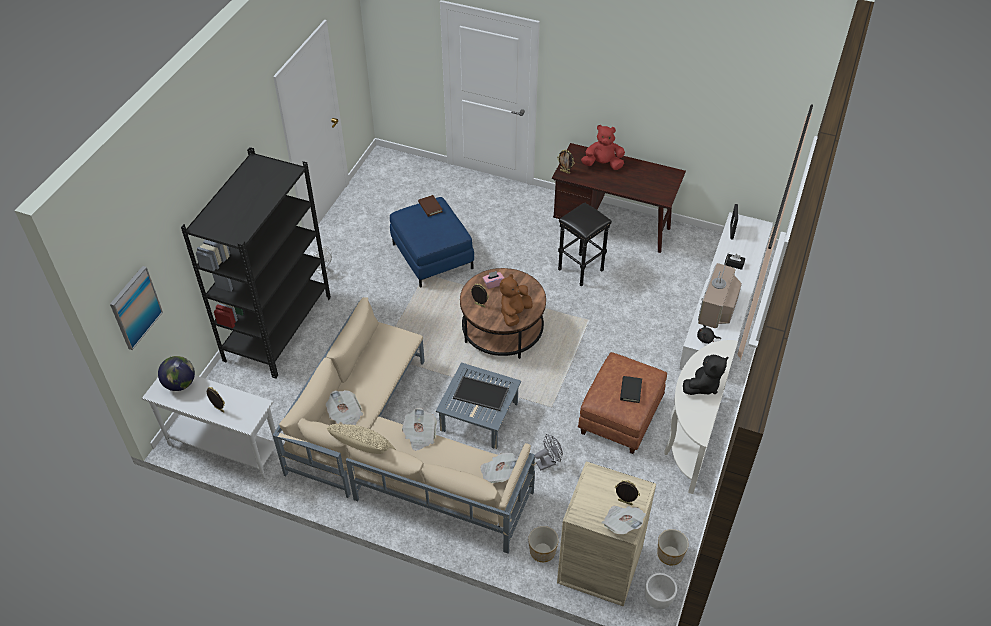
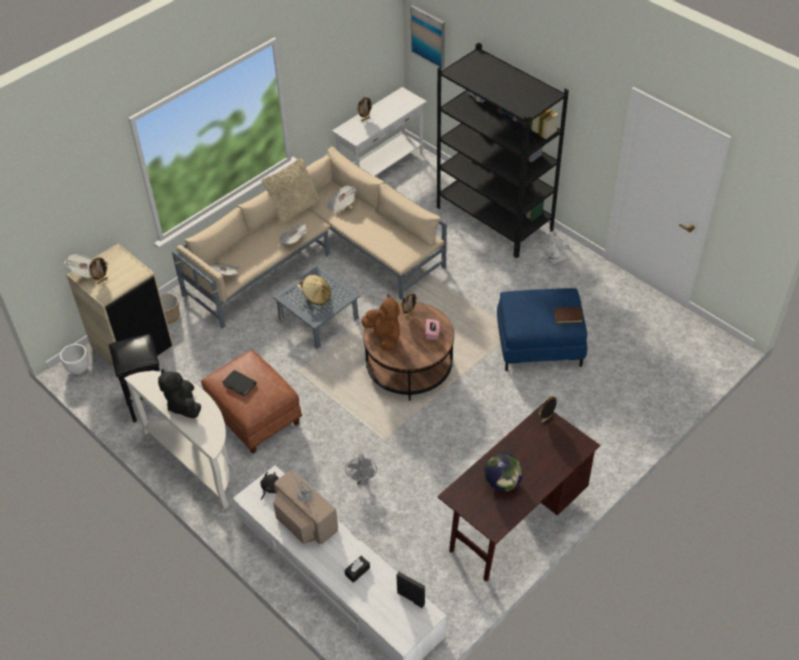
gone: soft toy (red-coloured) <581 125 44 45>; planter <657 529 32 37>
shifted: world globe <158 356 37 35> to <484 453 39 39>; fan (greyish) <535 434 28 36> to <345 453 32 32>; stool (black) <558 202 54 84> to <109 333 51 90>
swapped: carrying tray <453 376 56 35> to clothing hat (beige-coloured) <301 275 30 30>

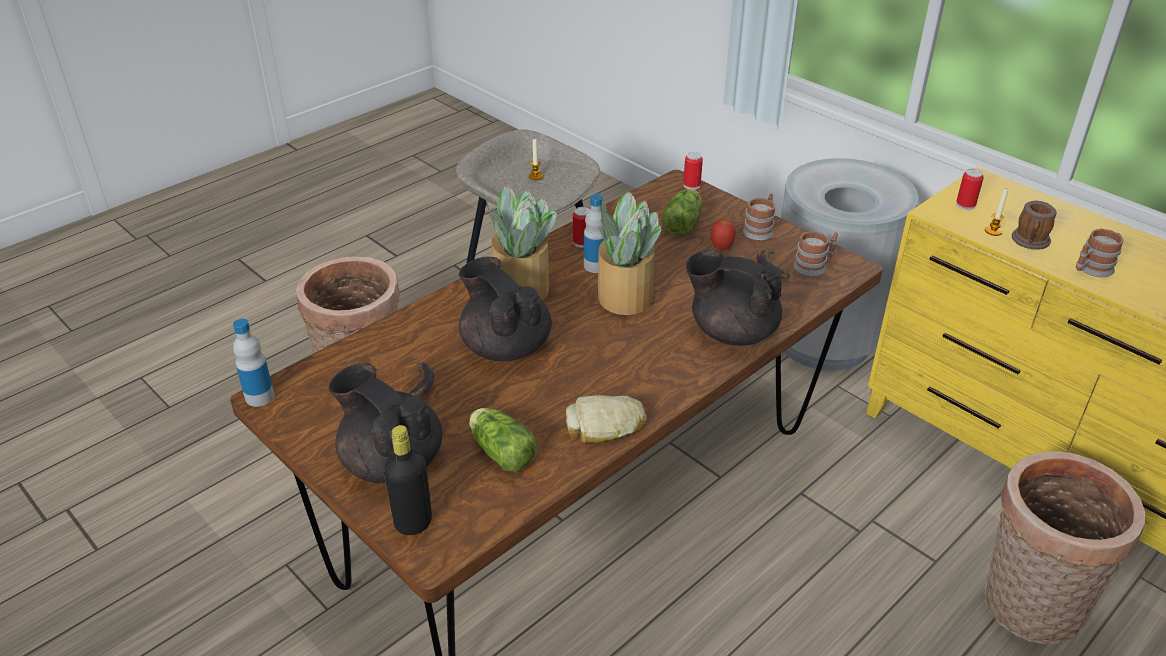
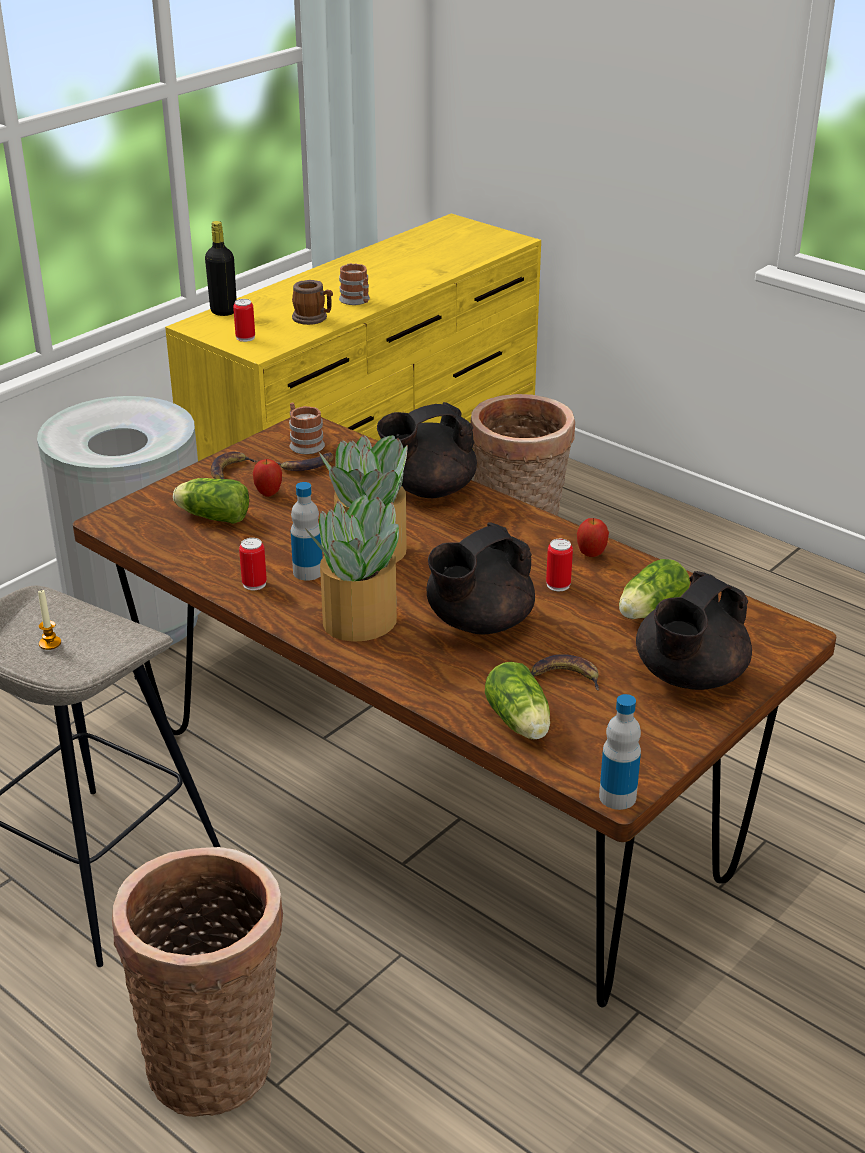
gone: candle <985 187 23 49>
new: head of lettuce <485 662 65 78>
shifted: beverage bottle (black) <384 425 48 110> to <205 221 32 95>; can <683 152 20 38> to <546 539 27 52>
swapped: bakery bread <566 395 81 48> to apple <577 518 32 39>; tea mug <743 193 33 48> to whole banana <211 451 46 28>
rotated: teapot (black) <686 250 96 96> = <377 402 100 96> 45 degrees clockwise

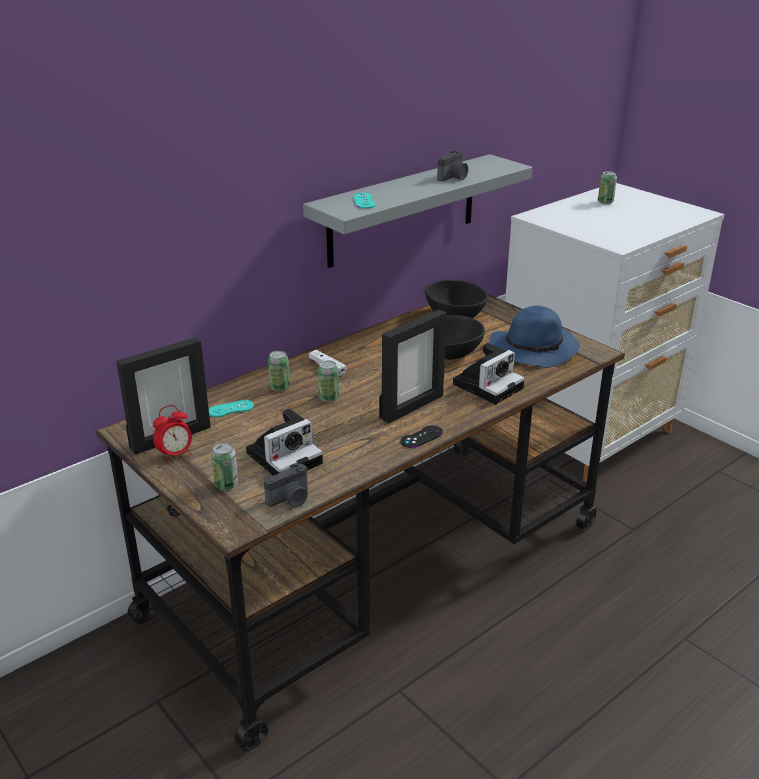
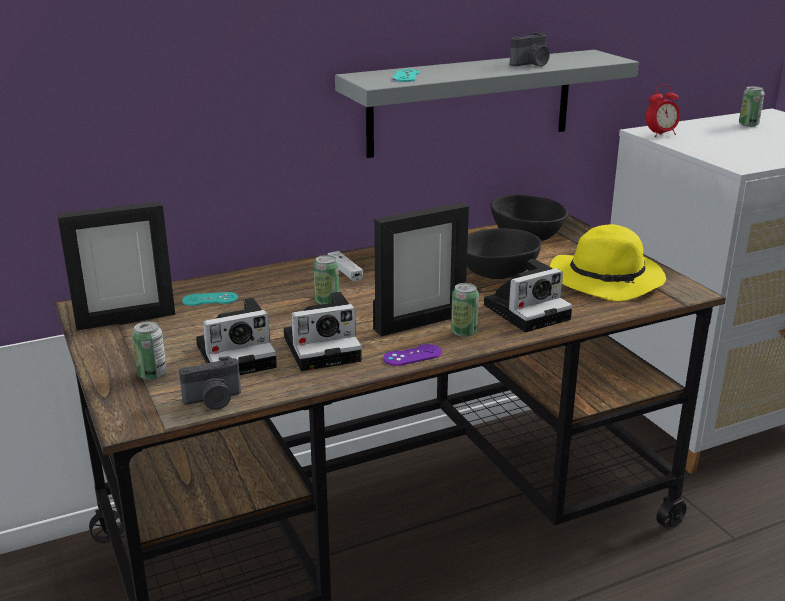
new: still camera <284 292 78 79>
shifted: bedside clock <153 405 39 57> to <646 85 34 52>; can <268 351 22 40> to <451 283 28 54>
repainted: joypad (black) <401 425 42 23> to joypad (purplish) <383 344 59 22>; clothing hat (bluish) <490 305 90 63> to clothing hat (yellow-coloured) <550 224 116 77>

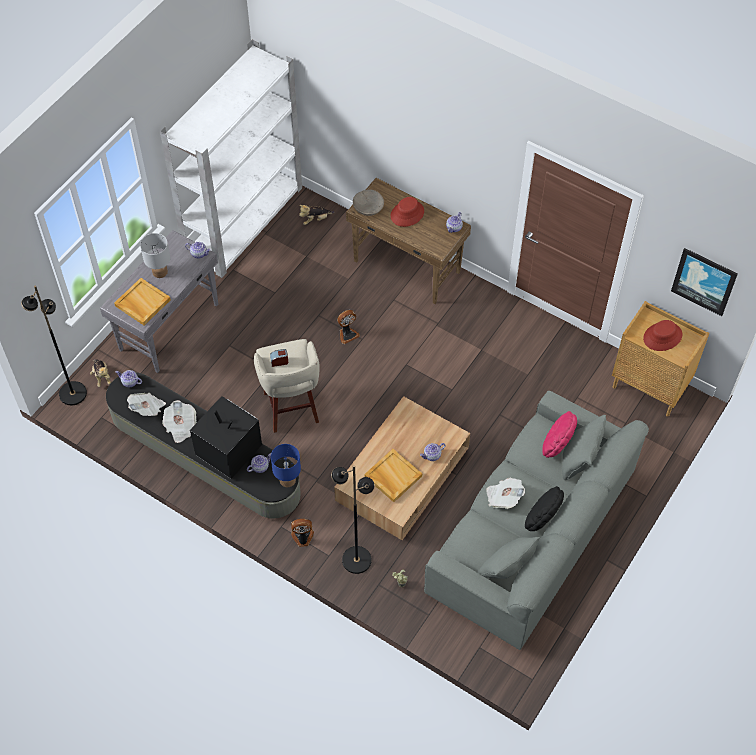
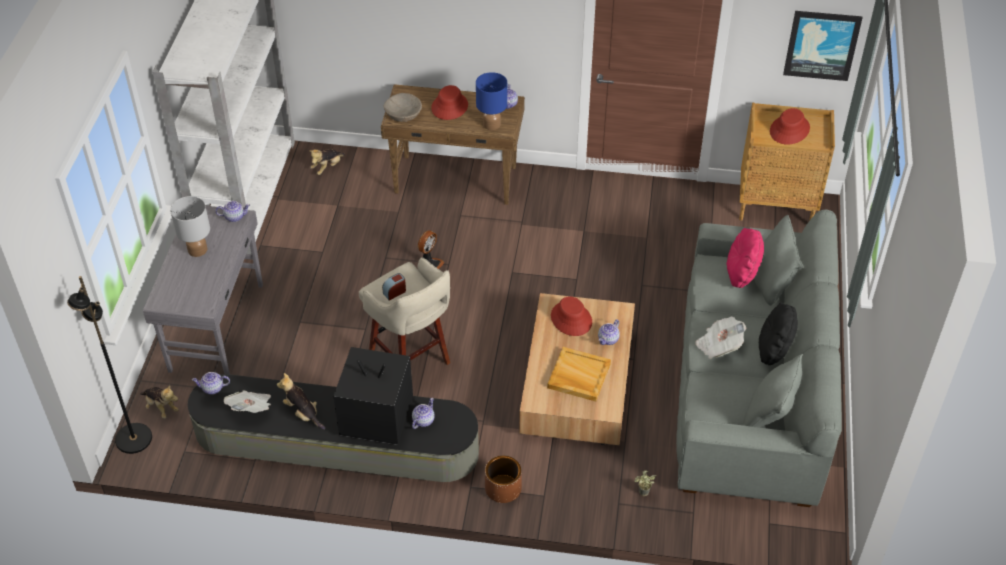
gone: carrying tray (beige-coloured) <114 278 57 47>; standard lamp (black) <331 465 43 109>
new: clothing hat (red-coloured) <551 296 41 40>
shifted: lamp for a table (bluish) <271 444 30 43> to <476 72 31 58>
swapped: daily paper <162 400 34 43> to soft toy <277 373 49 57>; fan <291 519 23 28> to planter (brownish) <485 455 37 48>

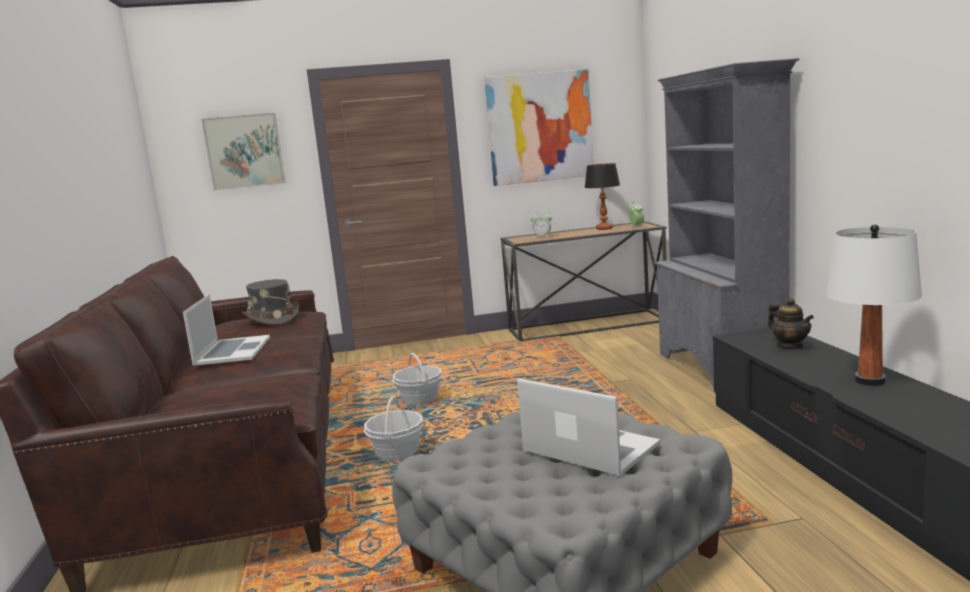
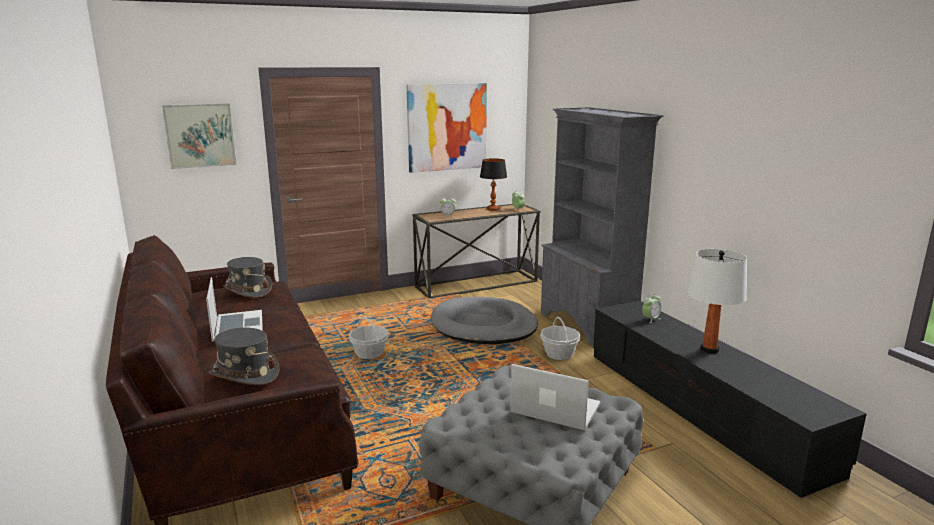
new: clothing hat (greyish) <209 328 70 57>; pet bed (greyish) <431 297 107 47>
shifted: household basket <364 396 59 65> to <540 317 40 43>
swapped: teapot <768 298 46 51> to bedside clock <642 293 19 30>

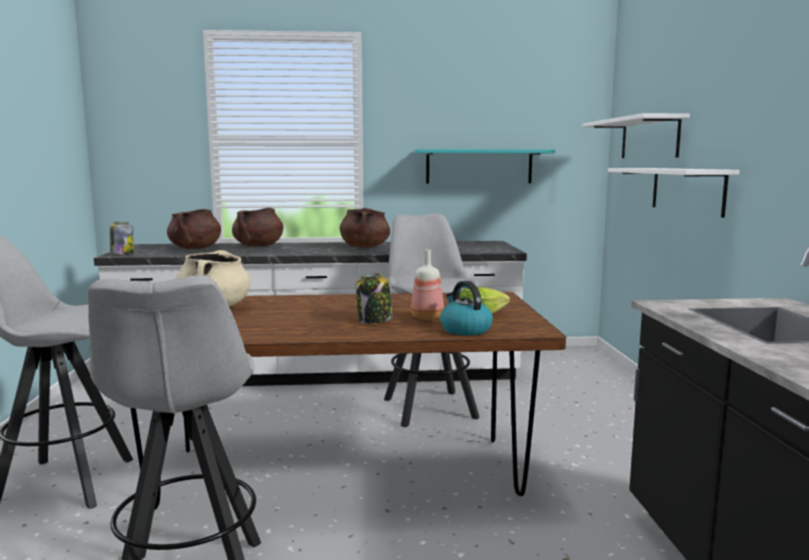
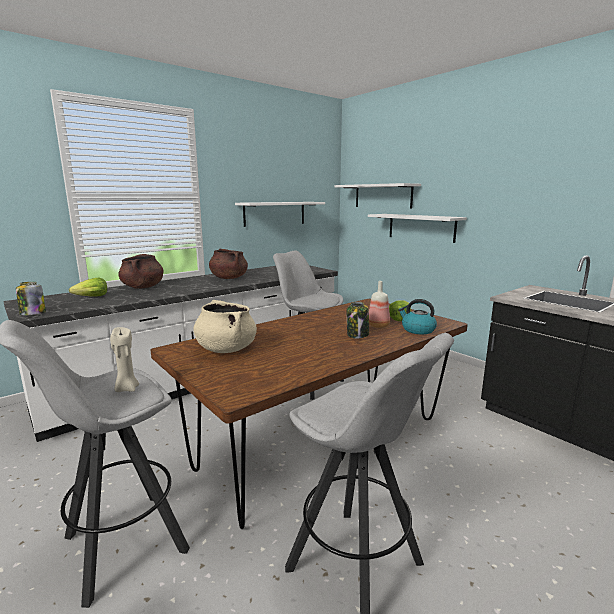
new: candle (beige-coloured) <110 327 29 65>
swapped: cooking pot (brownish) <167 209 54 40> to head of lettuce <69 277 38 19>
repainted: wall shelf (turquoise) <414 149 142 35> to wall shelf (white-coloured) <235 202 90 25>

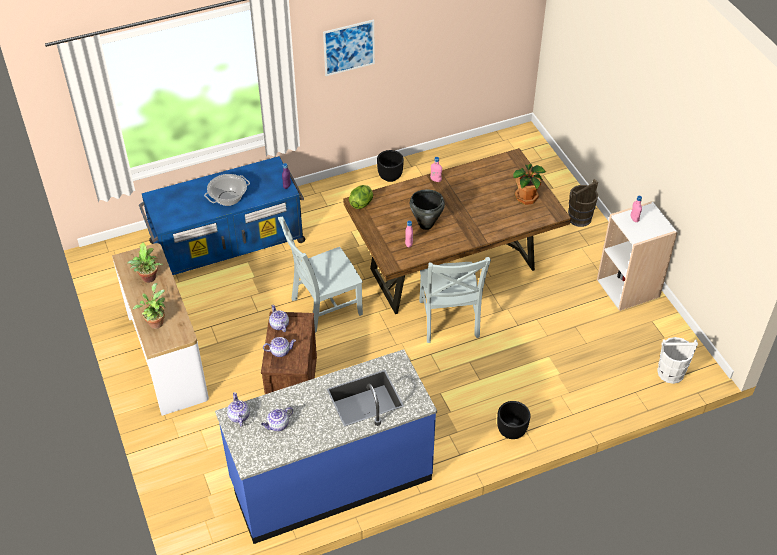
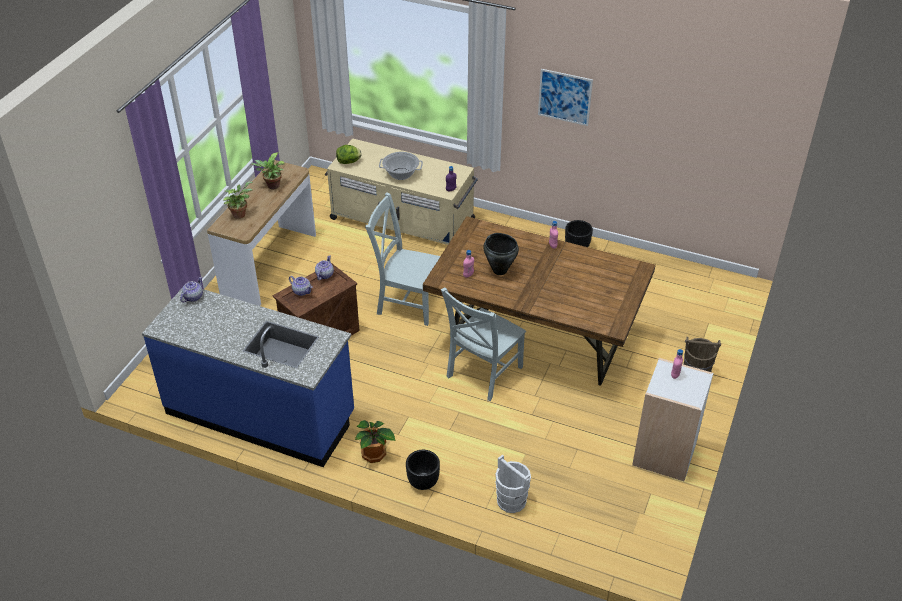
gone: teapot <261 407 32 24>
shifted: head of lettuce <349 185 24 24> to <336 145 26 19>; plant in a pot <513 164 33 41> to <355 420 41 43>; pail (white-coloured) <657 337 41 47> to <495 454 36 59>
repainted: cupboard (bluish) <139 156 166 119> to cupboard (beige-coloured) <325 138 152 107>

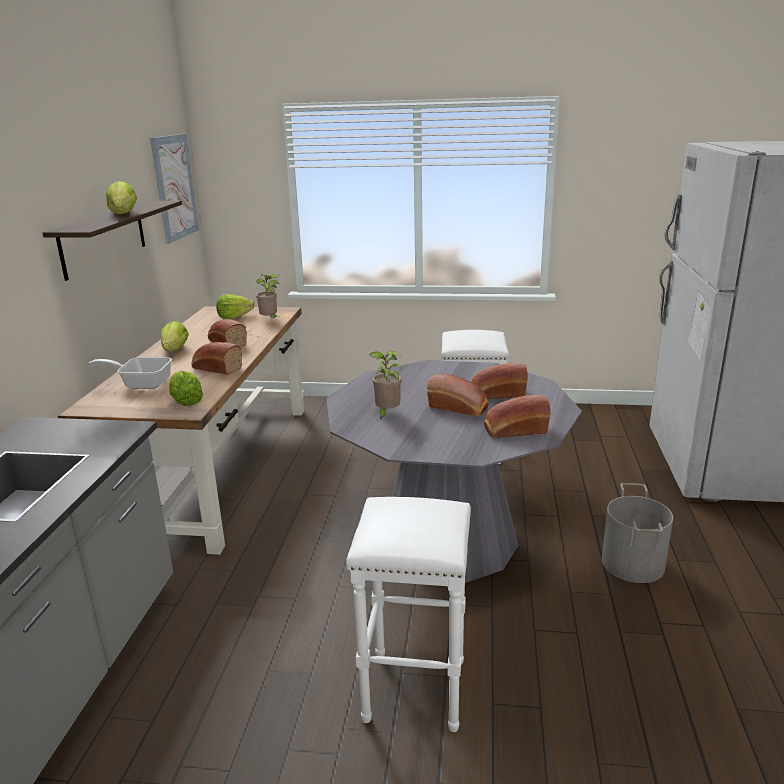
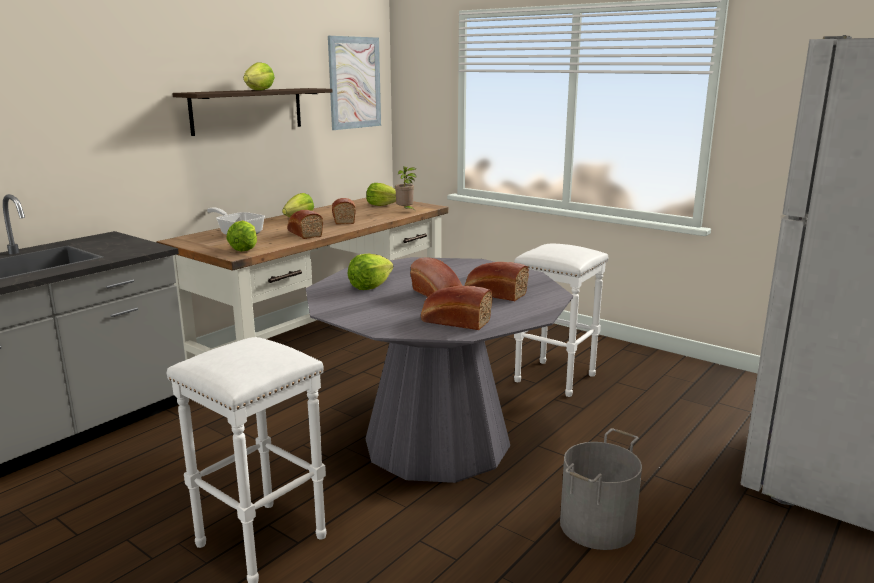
swapped: plant in a pot <369 351 33 69> to head of lettuce <348 254 45 36>

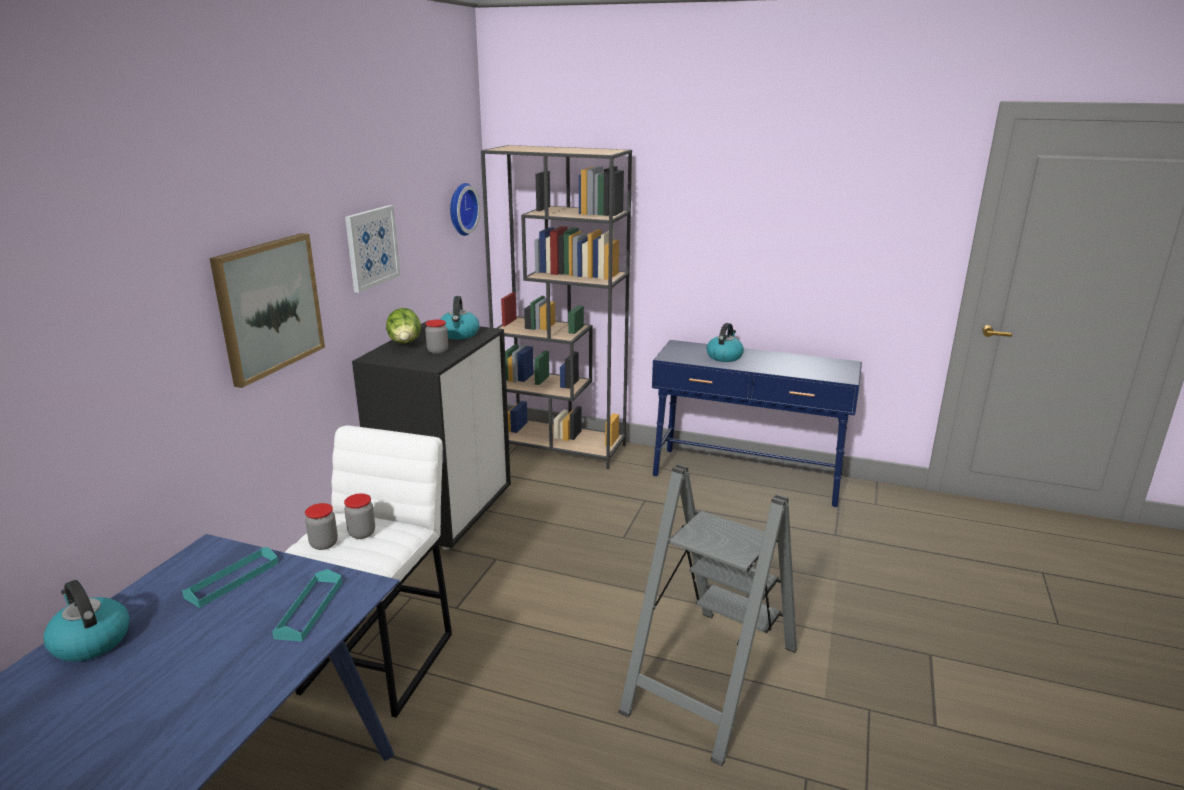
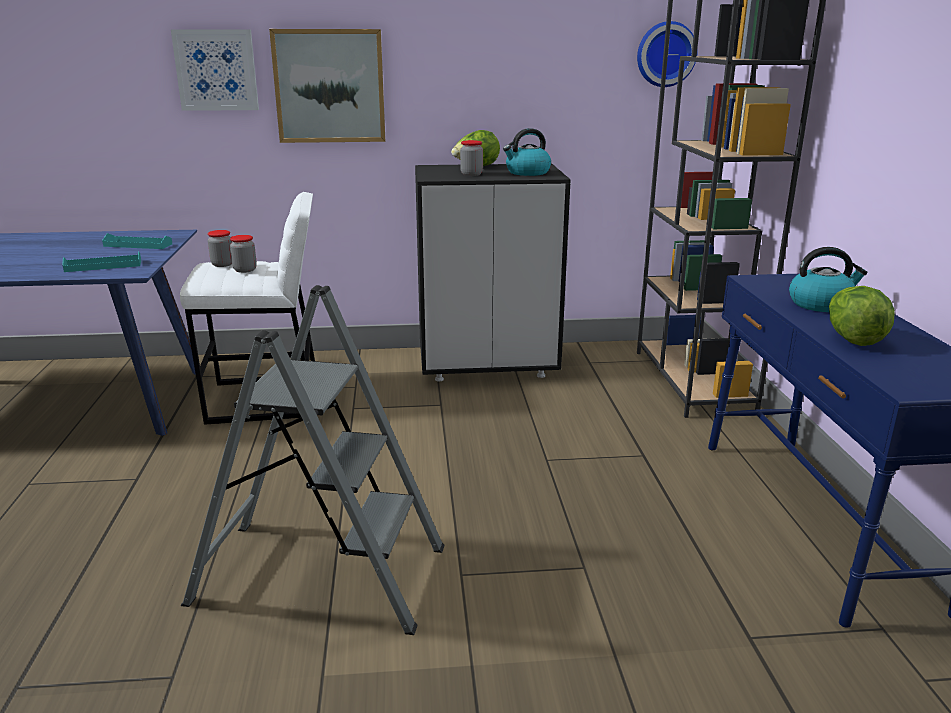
gone: tea kettle <43 580 87 82>
new: head of lettuce <829 286 66 60>
shifted: wall art <345 205 55 88> to <171 29 88 82>

